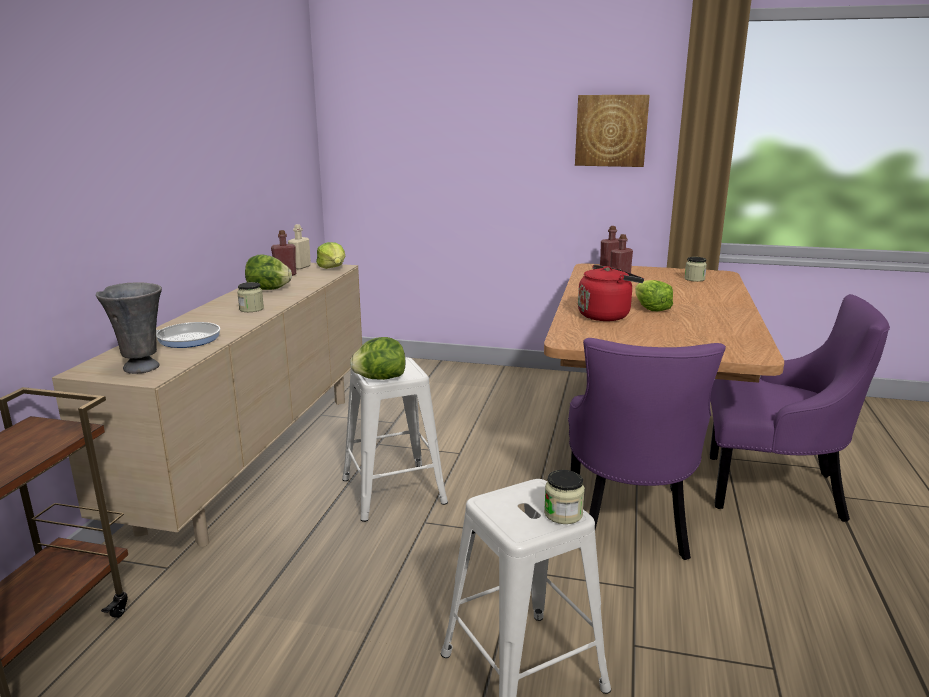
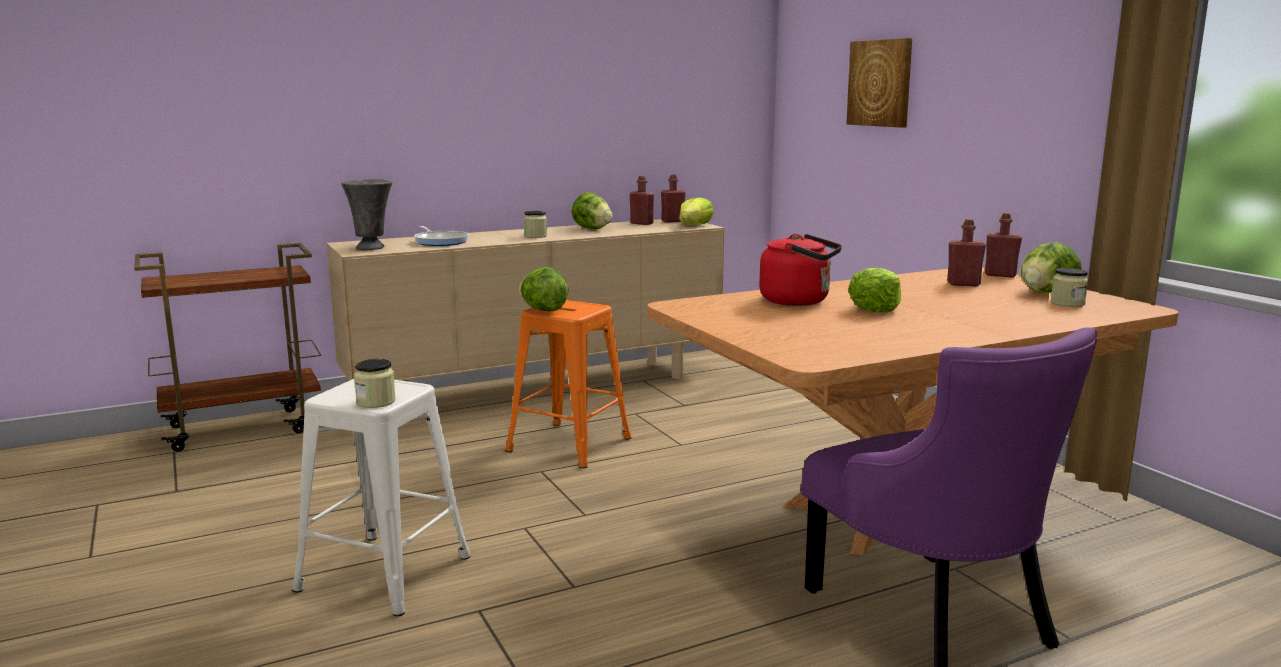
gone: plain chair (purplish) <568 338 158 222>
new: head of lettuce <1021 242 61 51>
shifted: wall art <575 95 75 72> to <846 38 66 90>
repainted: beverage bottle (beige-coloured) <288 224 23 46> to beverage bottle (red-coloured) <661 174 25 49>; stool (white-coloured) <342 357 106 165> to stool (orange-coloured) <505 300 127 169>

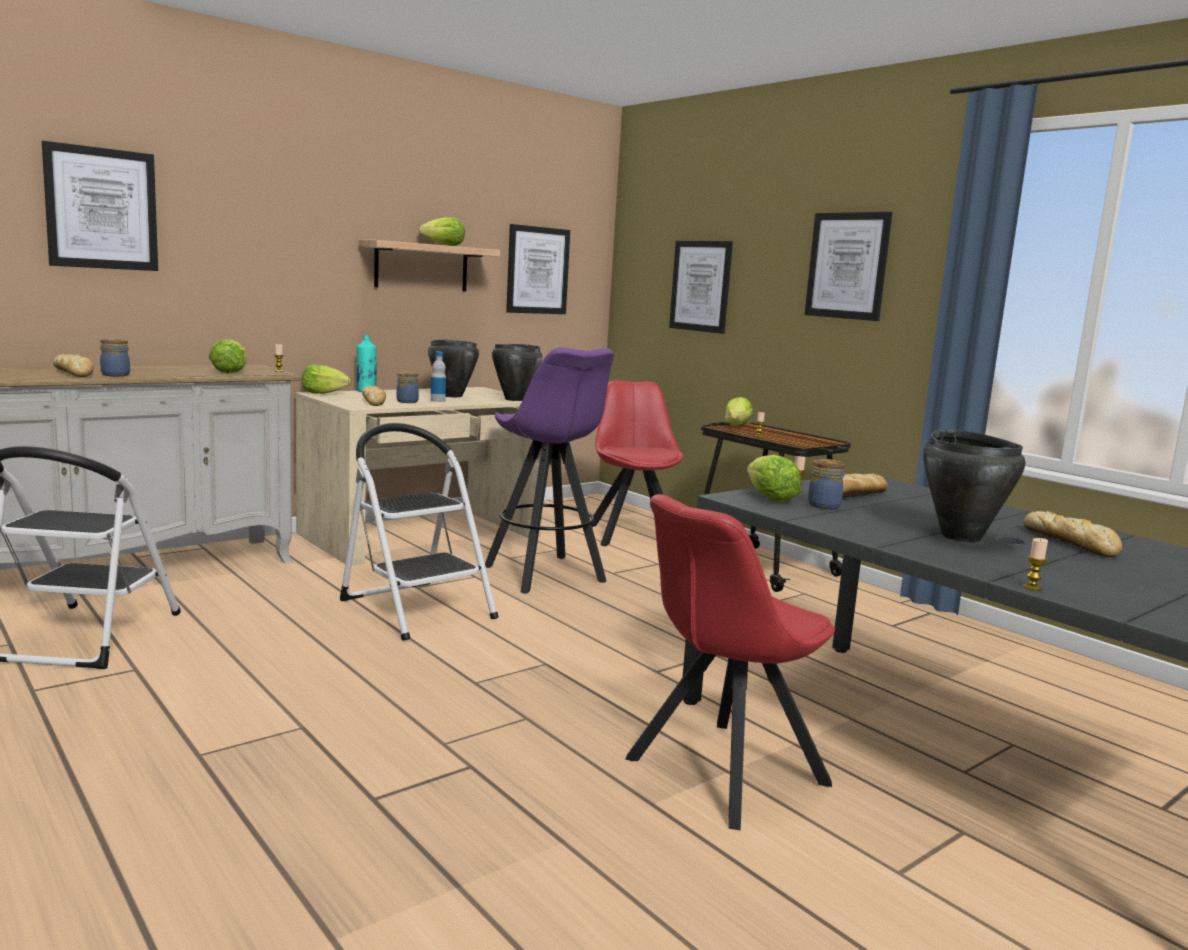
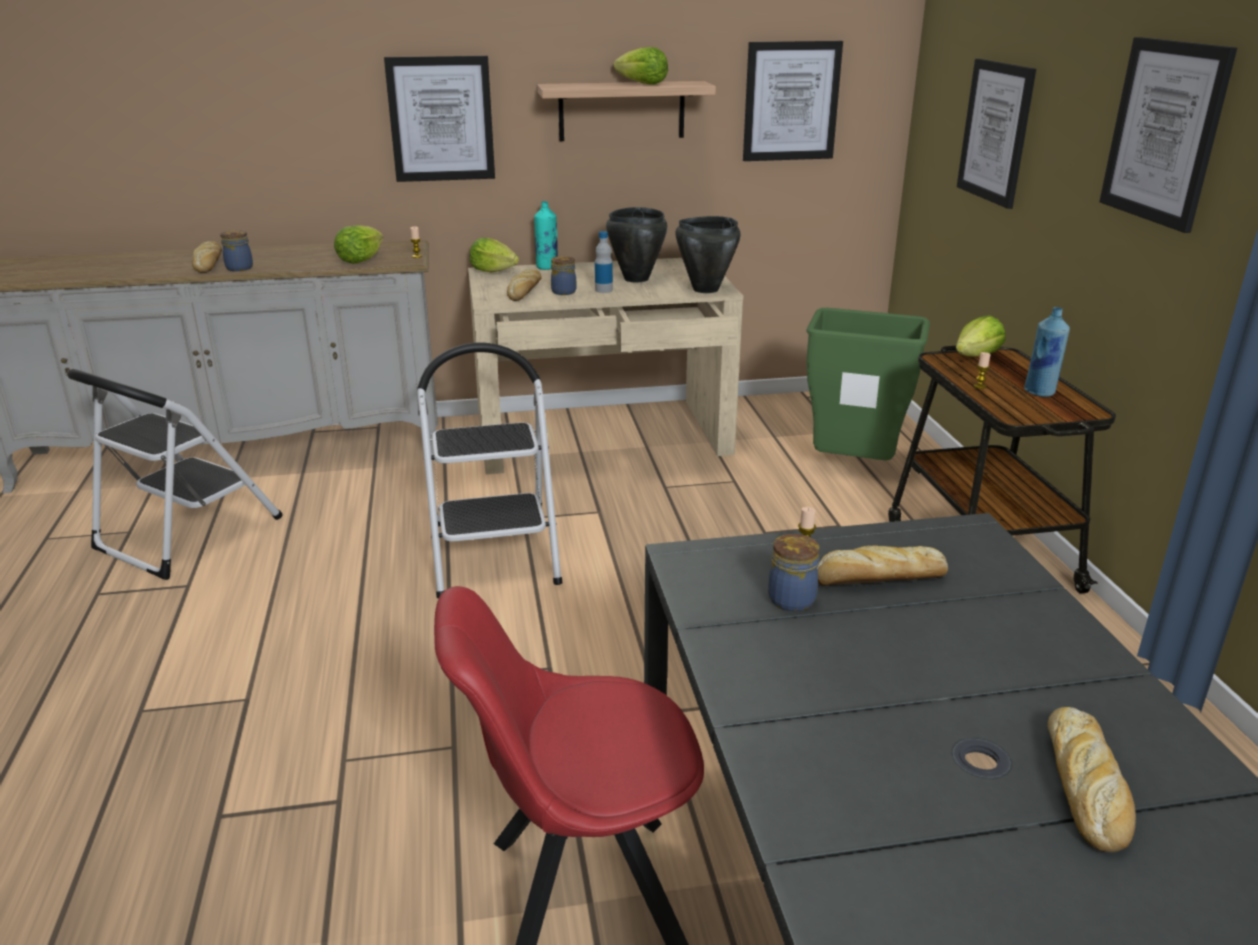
gone: stool (purplish) <485 347 129 247>; head of lettuce <747 455 54 47>; cooking pot (black) <923 429 102 113>; candle <1023 538 25 53>
new: beverage bottle (bluish) <1024 307 46 90>
shifted: wall art <42 141 116 130> to <384 56 111 126>
swapped: plain chair (red-coloured) <591 381 93 165> to trash can (green) <806 308 124 152>

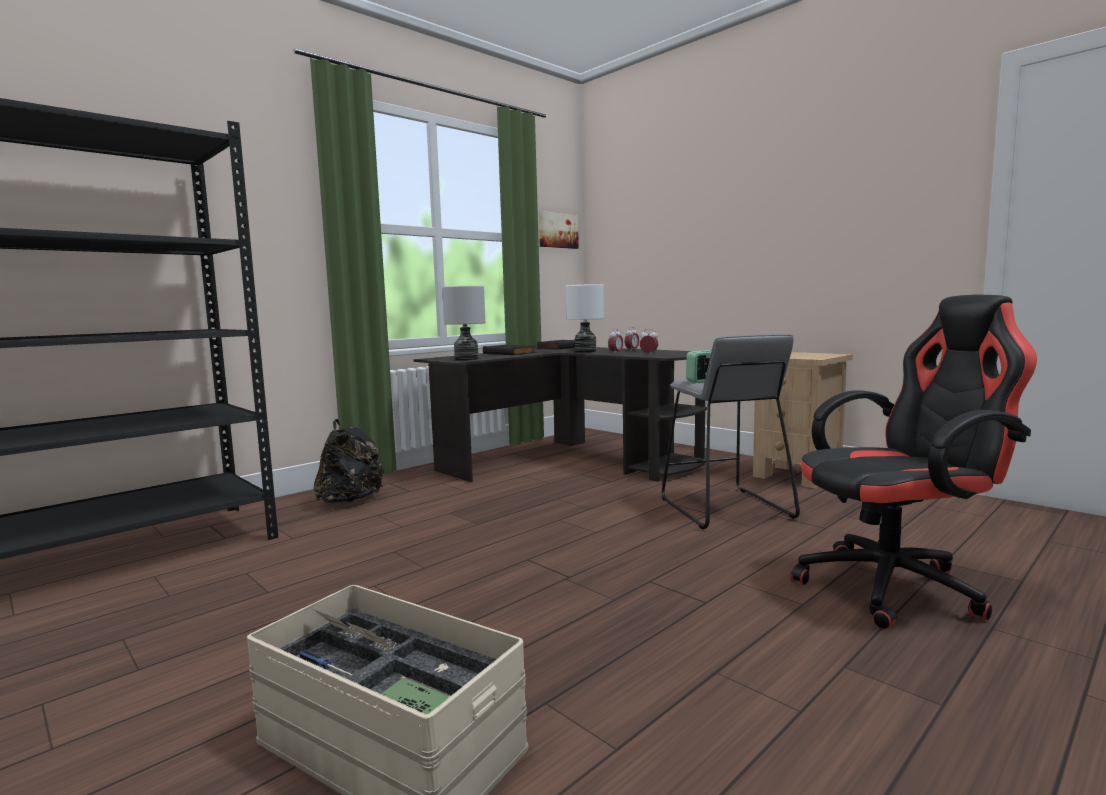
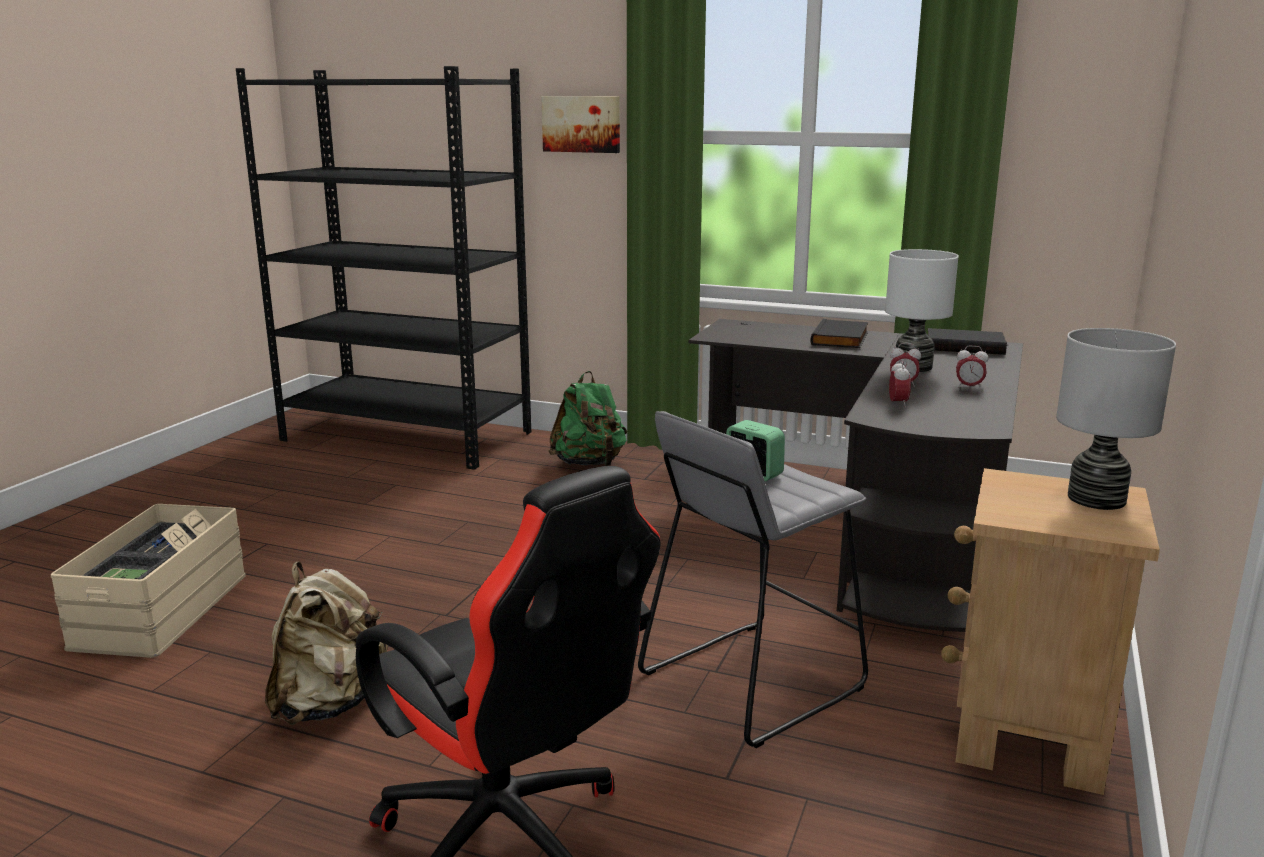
new: rucksack (beige-coloured) <265 561 123 163>
shifted: lamp for a table (greyish) <442 286 43 74> to <1056 328 120 182>; wall art <539 211 40 38> to <541 96 79 57>
repainted: rucksack (black) <313 419 71 85> to rucksack (green) <549 371 78 95>

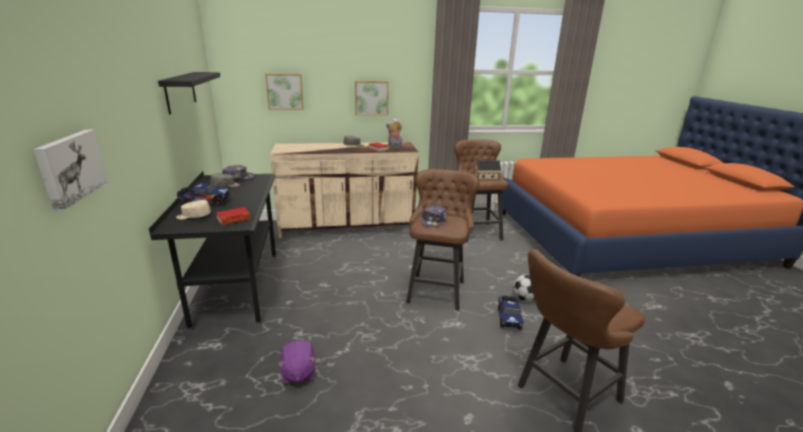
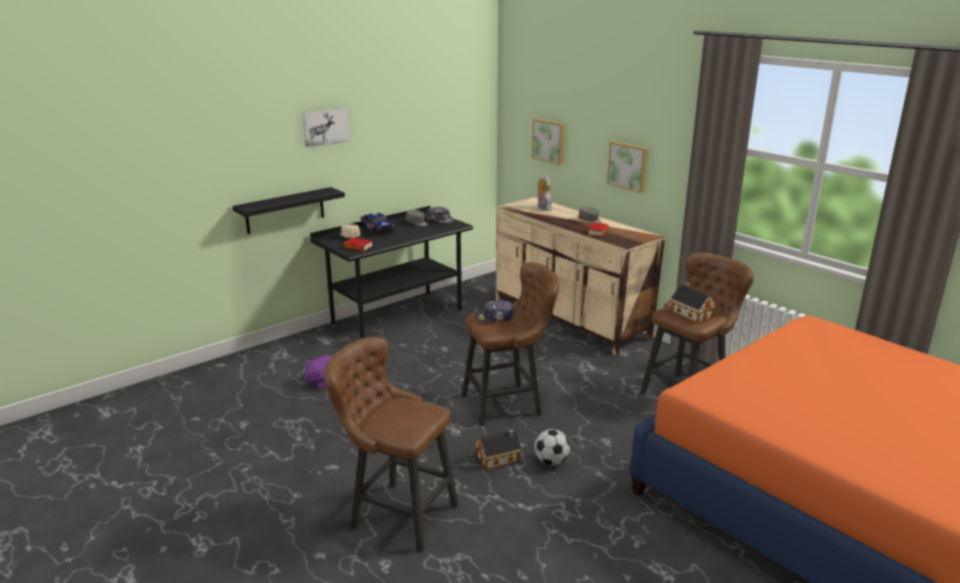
shifted: wall art <33 130 75 81> to <302 108 48 39>; wall shelf (black) <158 72 63 43> to <232 187 113 47>; soft toy <386 118 17 30> to <537 175 15 36>
swapped: toy lorry <498 296 26 34> to miniature house <475 429 47 41>

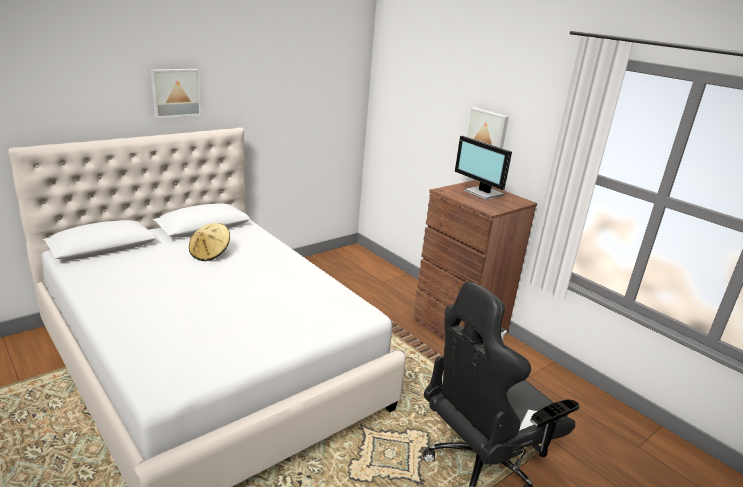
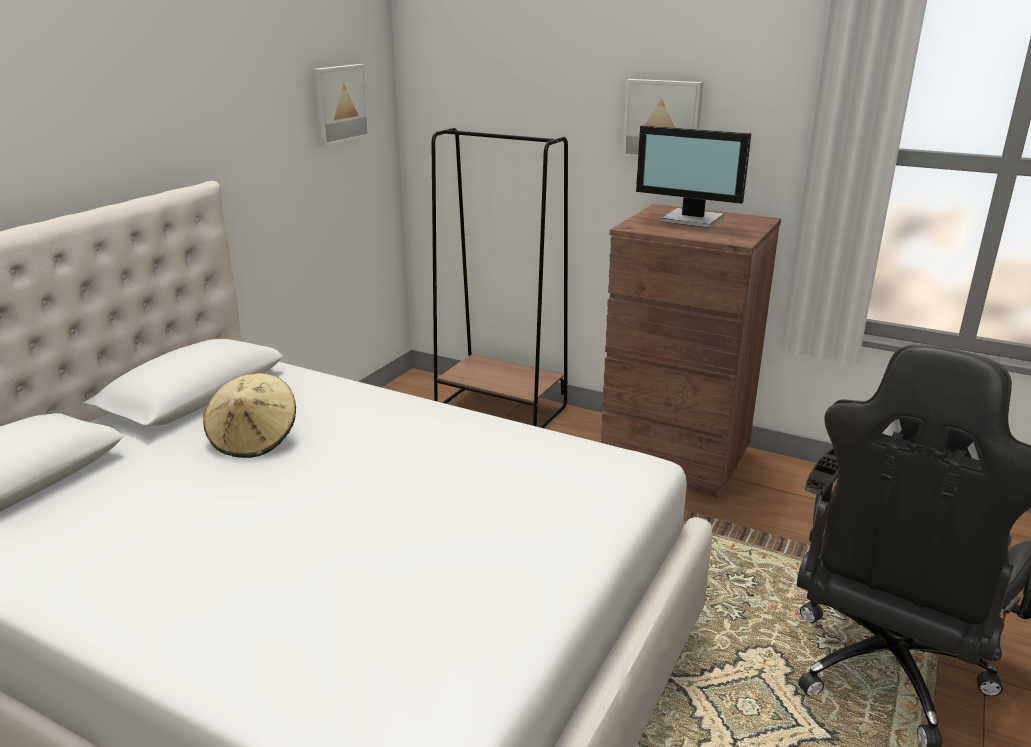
new: clothes rack <431 128 137 300>
shifted: wall art <151 69 50 49> to <311 64 59 82>

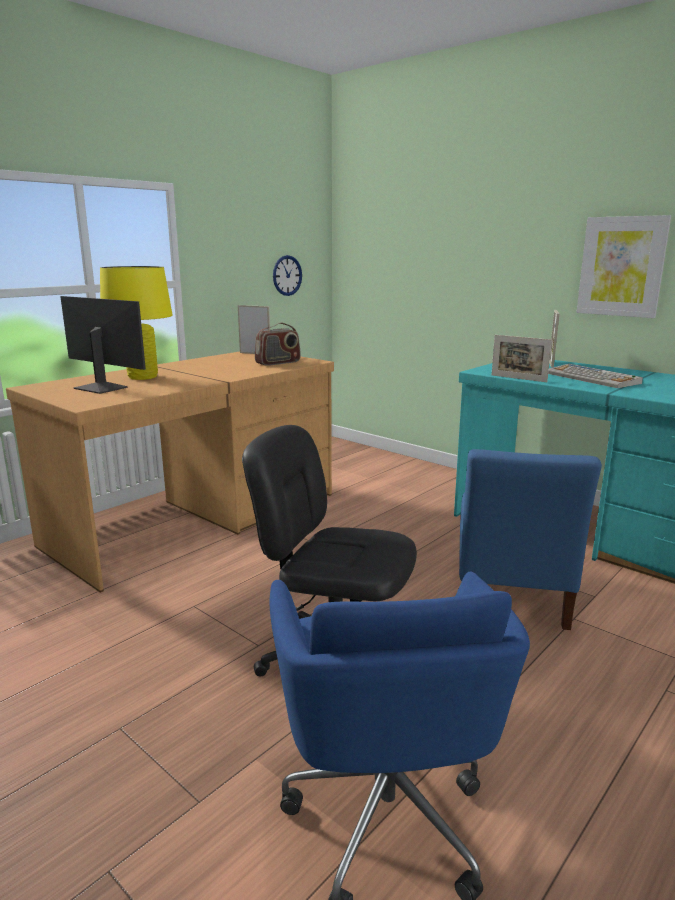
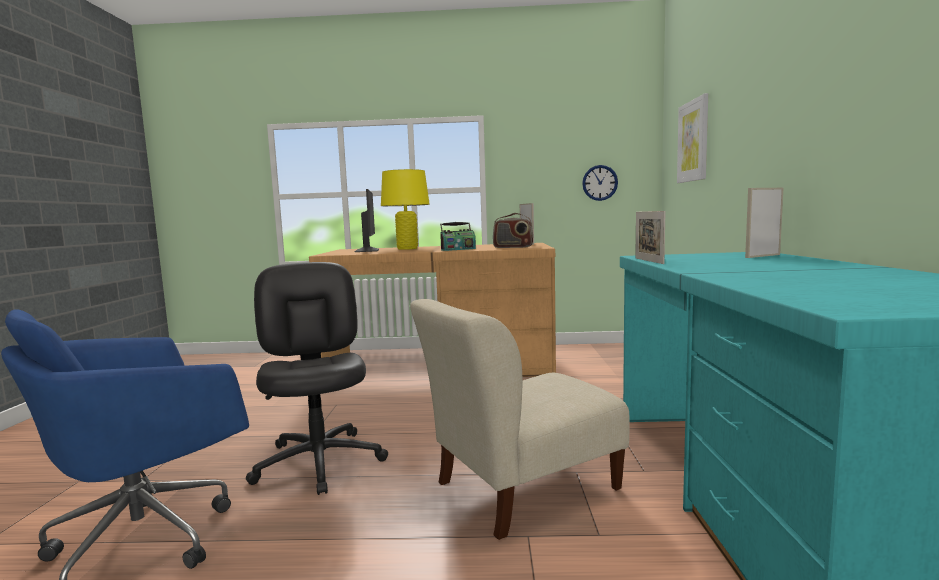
gone: computer keyboard <548 364 95 24>
new: radio receiver <440 222 36 29>
shifted: wall art <576 215 95 103> to <677 93 31 90>
repainted: plain chair (bluish) <459 449 143 181> to plain chair (beige-coloured) <410 299 219 241>

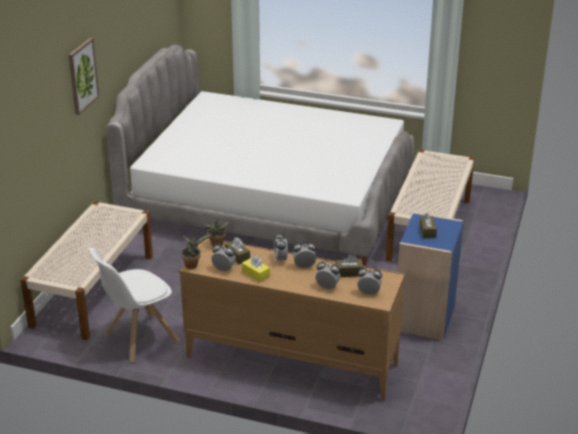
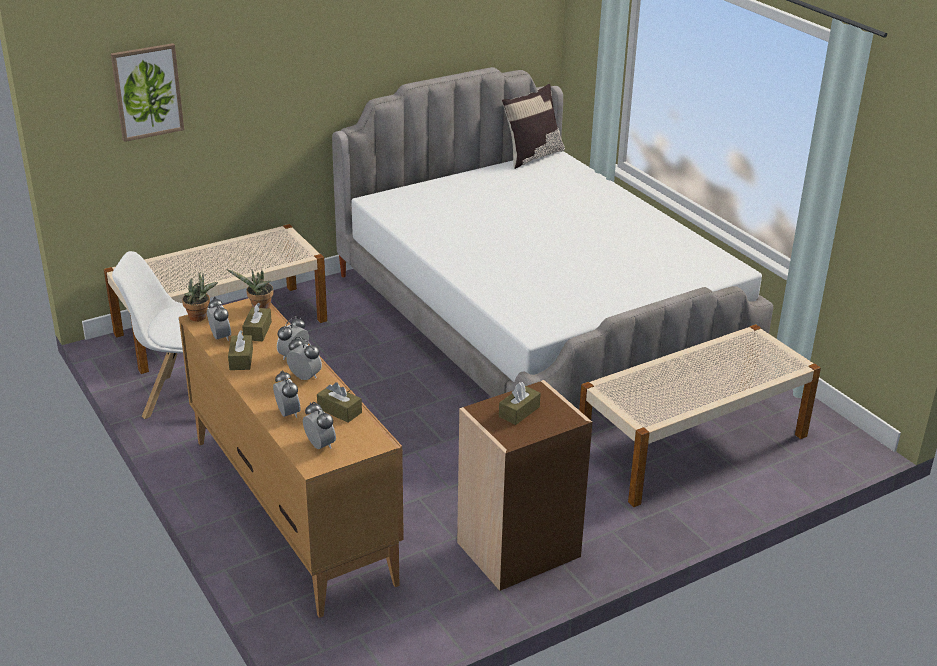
new: pillow <502 84 63 85>
shifted: wall art <68 38 32 77> to <111 43 73 99>
repainted: box of tissues (yellow-coloured) <242 255 28 27> to box of tissues (brownish) <228 330 25 40>; bookcase (bluish) <398 212 66 128> to bookcase (brownish) <457 380 135 211>

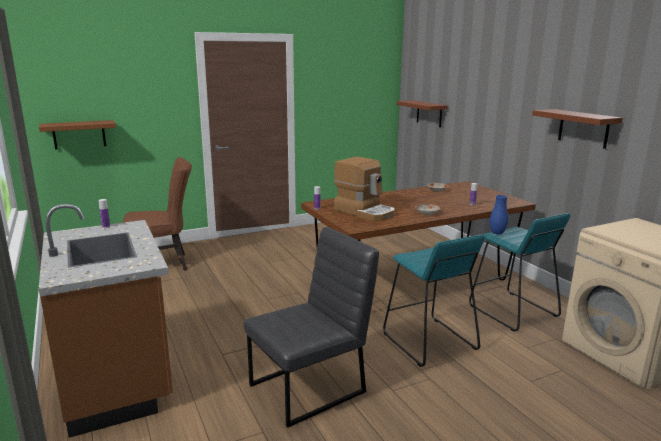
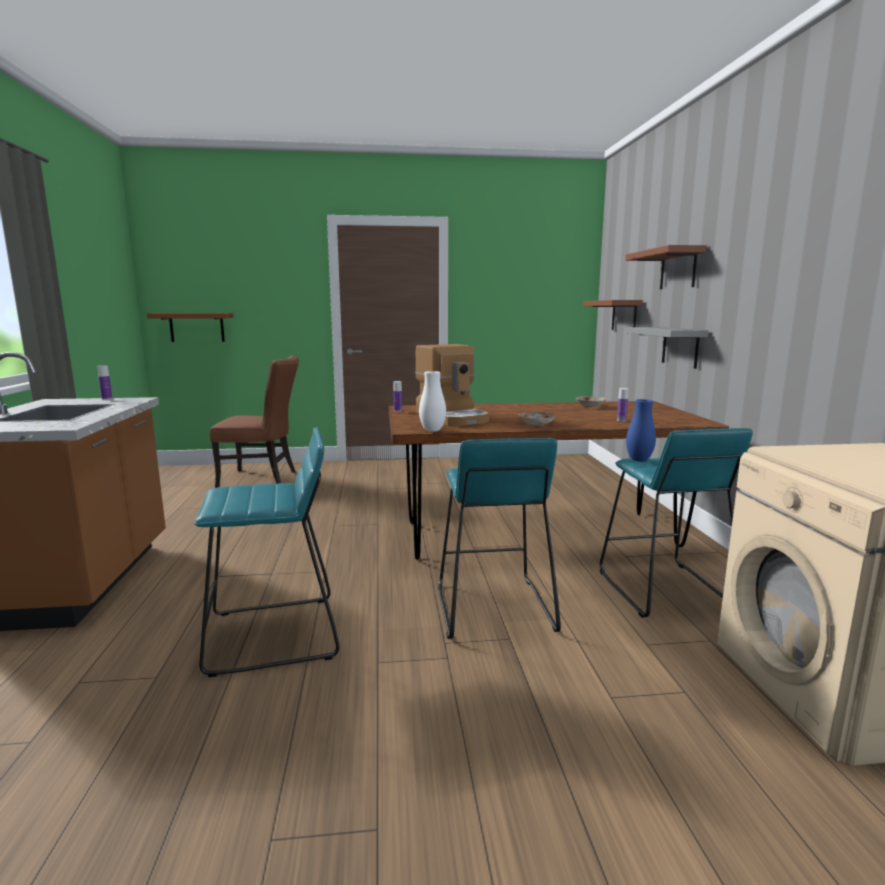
new: decorative vase (white-coloured) <419 371 27 61>; wall shelf (greyish) <627 327 81 42>
shifted: wall shelf (brownish) <532 109 91 40> to <625 245 81 44>
swapped: plain chair (greyish) <244 227 135 201> to stool (turquoise) <194 427 145 250>

